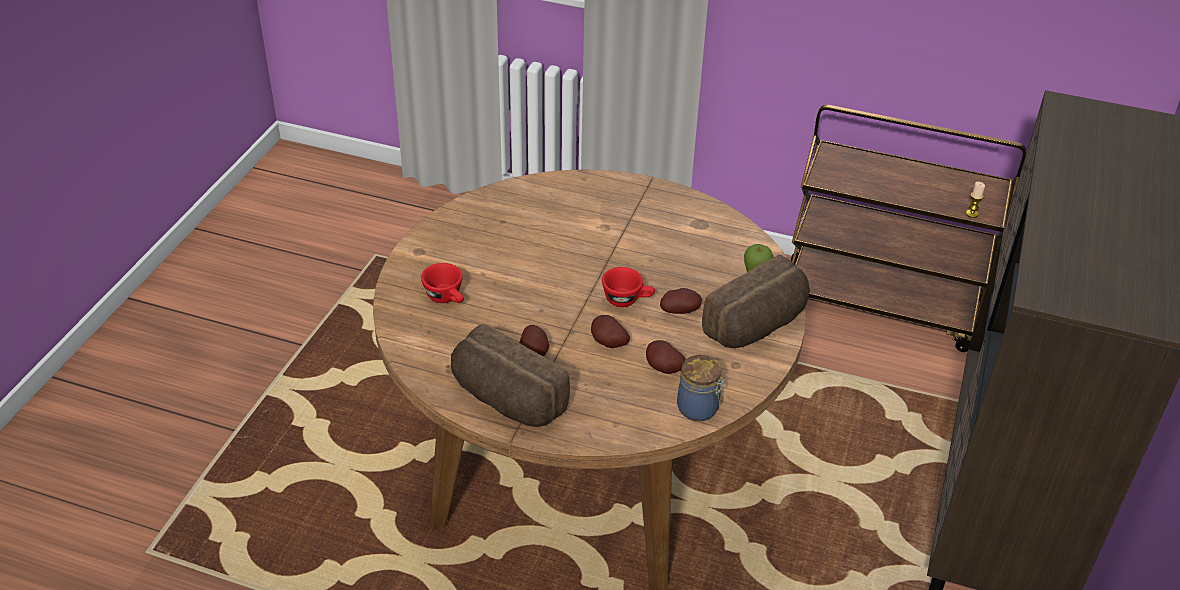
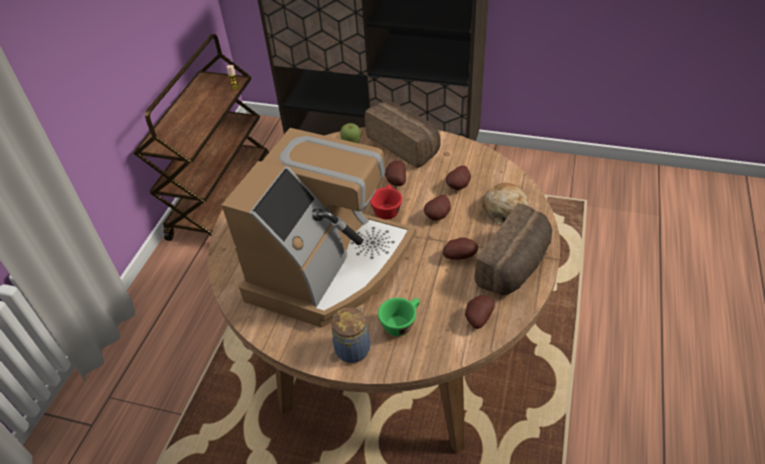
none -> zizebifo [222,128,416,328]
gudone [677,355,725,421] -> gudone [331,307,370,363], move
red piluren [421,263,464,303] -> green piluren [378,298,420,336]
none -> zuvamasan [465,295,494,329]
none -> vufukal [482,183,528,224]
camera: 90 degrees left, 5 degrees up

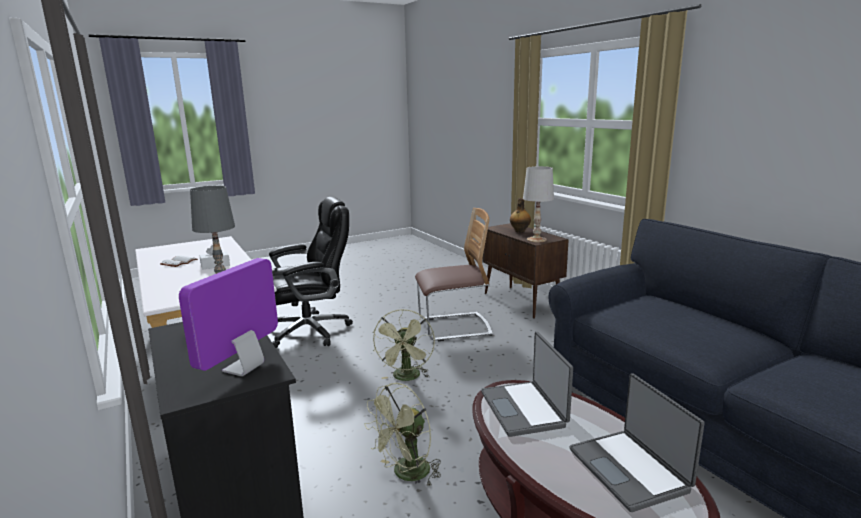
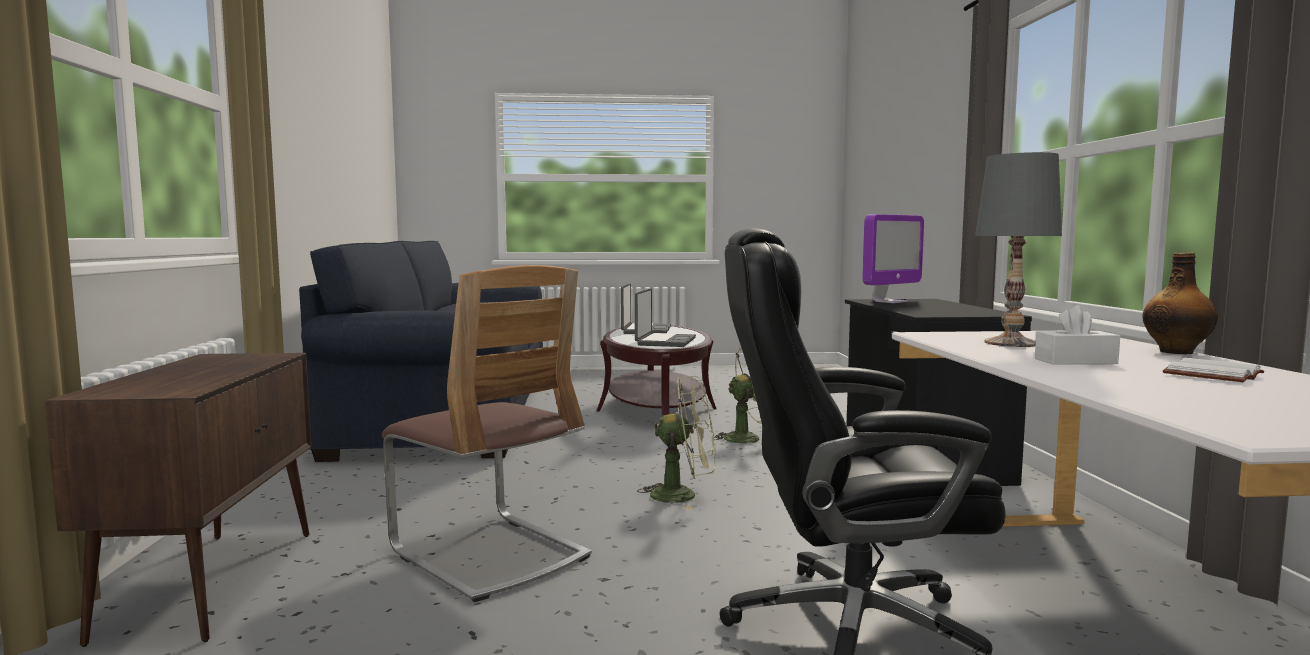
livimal [415,208,493,341] -> livimal [382,265,592,602], 150 degrees counterclockwise
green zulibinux [373,309,435,381] -> green zulibinux [637,376,716,510], 60 degrees clockwise
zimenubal [510,198,531,232] -> zimenubal [1142,252,1218,354], move
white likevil [523,166,554,242] -> none
camera: 155 degrees left, 10 degrees down

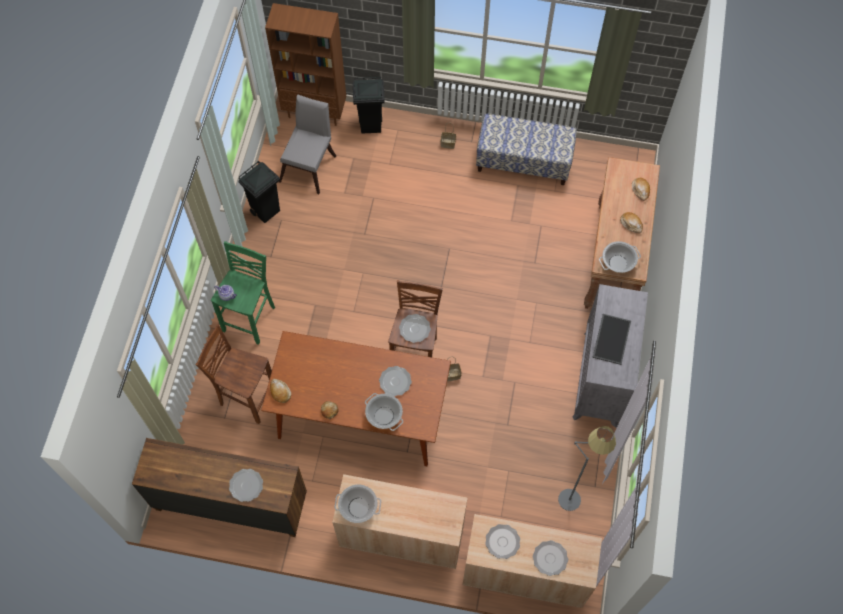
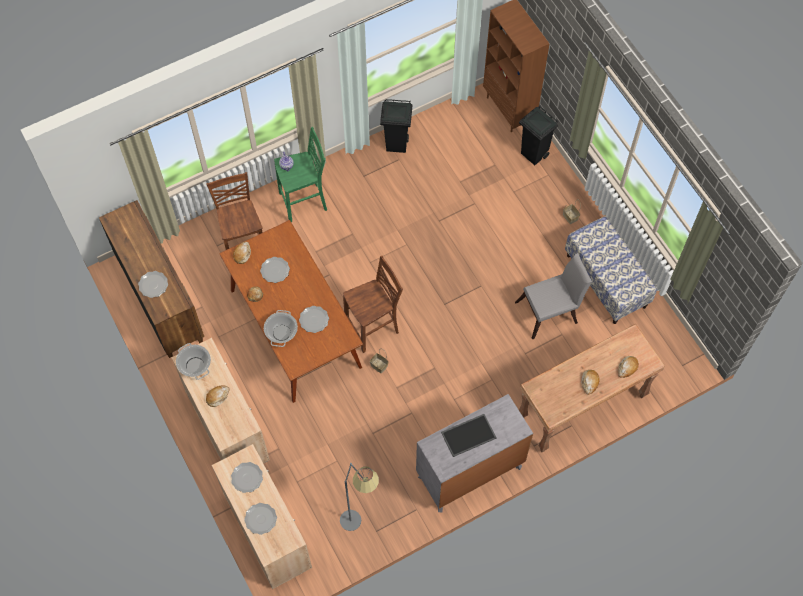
none -> vufukal [206,385,230,407]
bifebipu [399,314,431,343] -> bifebipu [260,257,290,283], move
grey livimal [279,94,336,194] -> grey livimal [515,253,592,339], move
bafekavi [599,241,641,273] -> none
camera: 50 degrees right, 0 degrees up

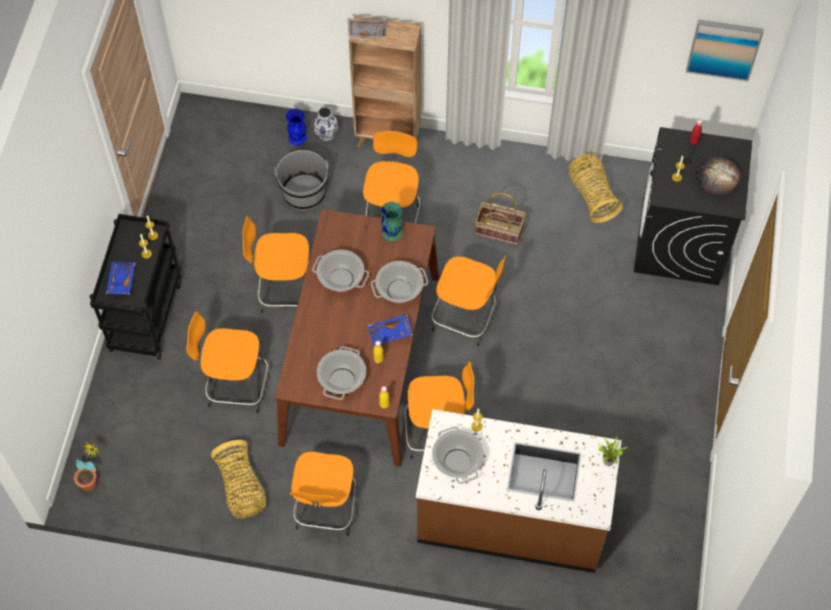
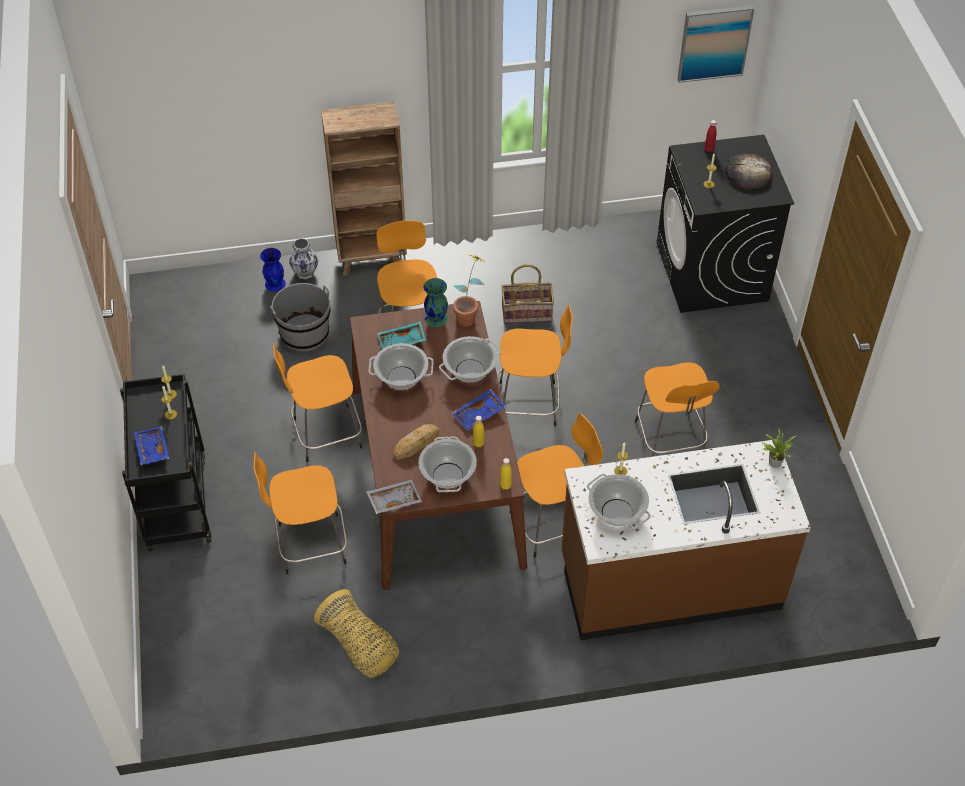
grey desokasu [348,18,387,38] -> grey desokasu [366,479,422,514], move
none -> turquoise desokasu [377,321,426,349]
none -> vufukal [393,424,439,460]
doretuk [74,443,101,492] -> doretuk [453,254,484,327], move
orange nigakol [290,452,357,536] -> orange nigakol [635,362,720,457], move
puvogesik [569,153,623,223] -> none
camera: 20 degrees left, 10 degrees down

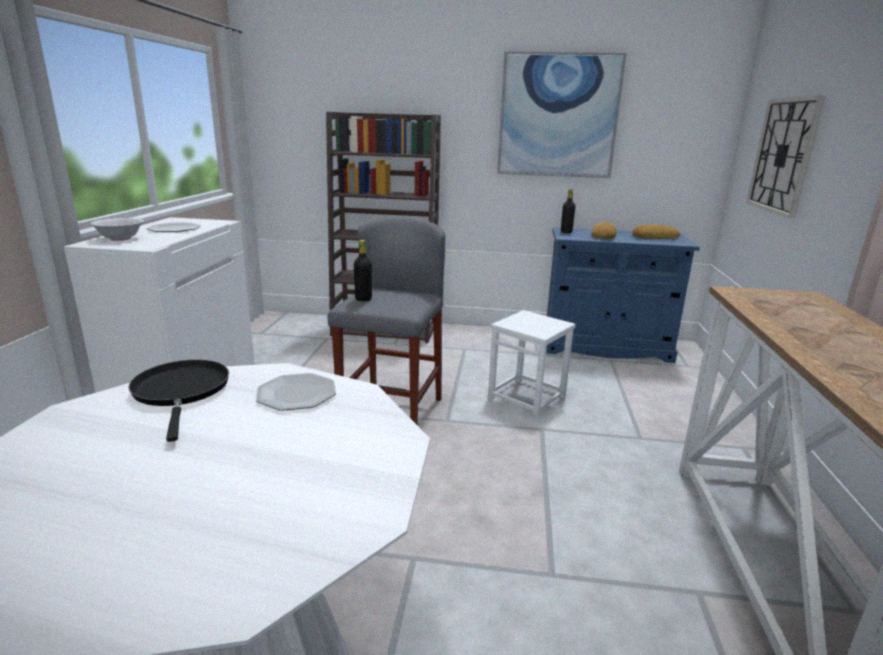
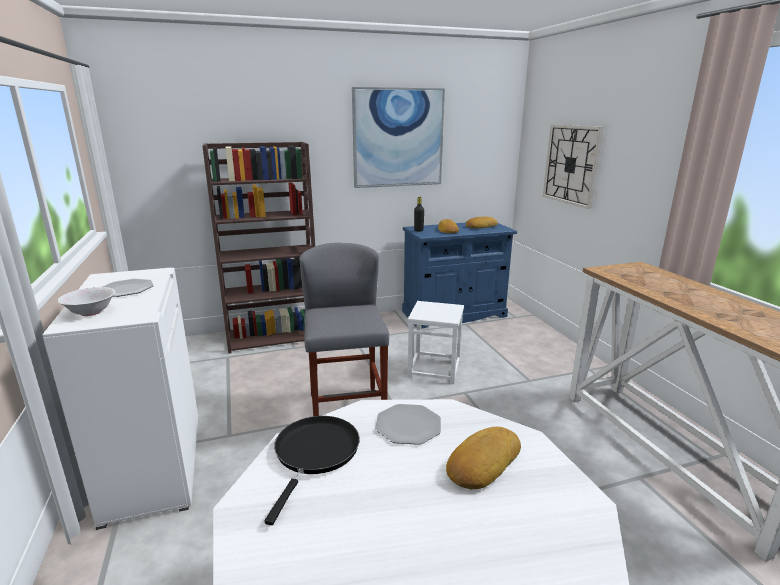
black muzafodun [128,360,229,442] -> black muzafodun [264,416,360,525], 60 degrees clockwise
none -> vufukal [446,427,521,489]
black zimenubal [354,240,372,301] -> none
camera: 25 degrees left, 0 degrees up

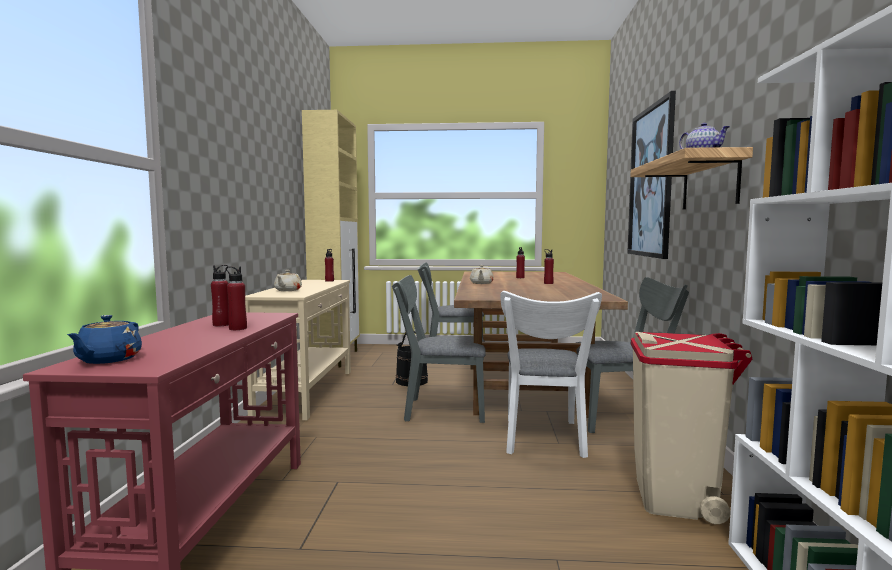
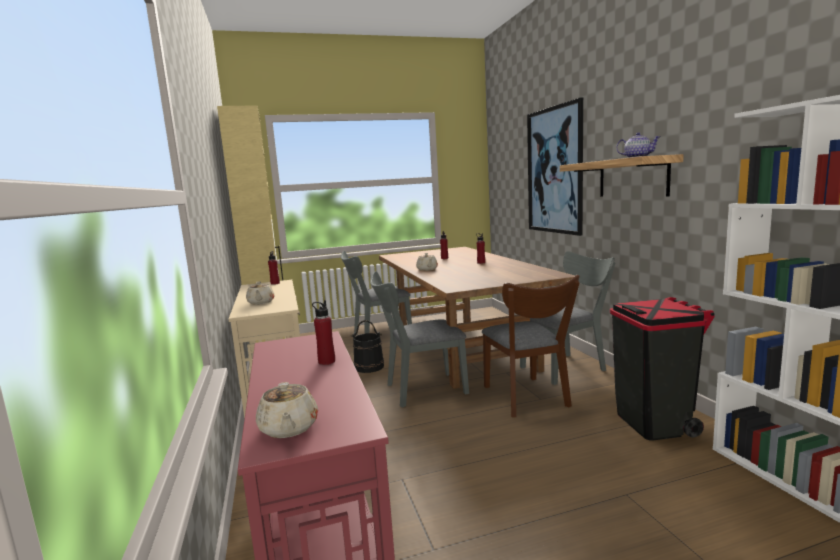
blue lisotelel [67,315,142,364] -> beige lisotelel [256,382,318,438]
white livimal [500,291,602,458] -> brown livimal [482,275,580,417]
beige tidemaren [631,332,753,524] -> black tidemaren [610,297,715,441]
red zimenubal [211,265,229,326] -> none
camera: 20 degrees left, 5 degrees up

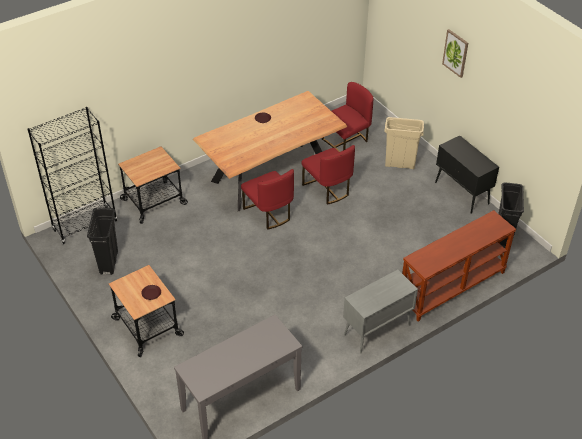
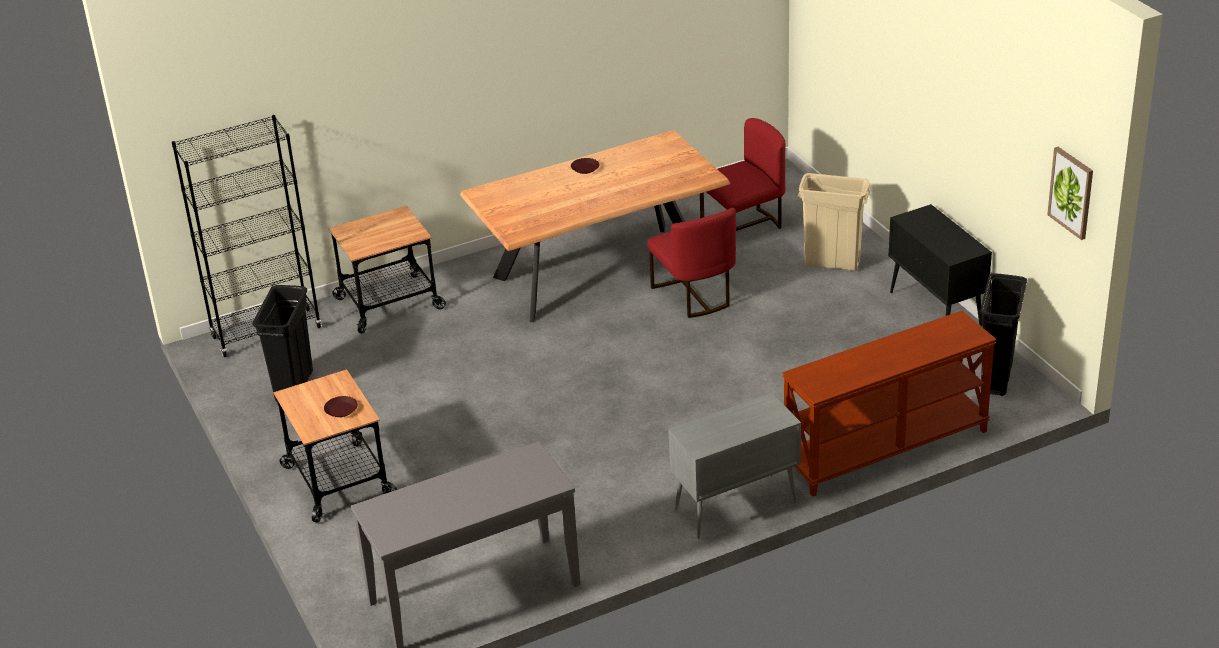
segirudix [442,29,468,78] -> segirudix [1047,147,1093,240], move
red livimal [241,169,294,230] -> none
camera: 10 degrees right, 10 degrees down

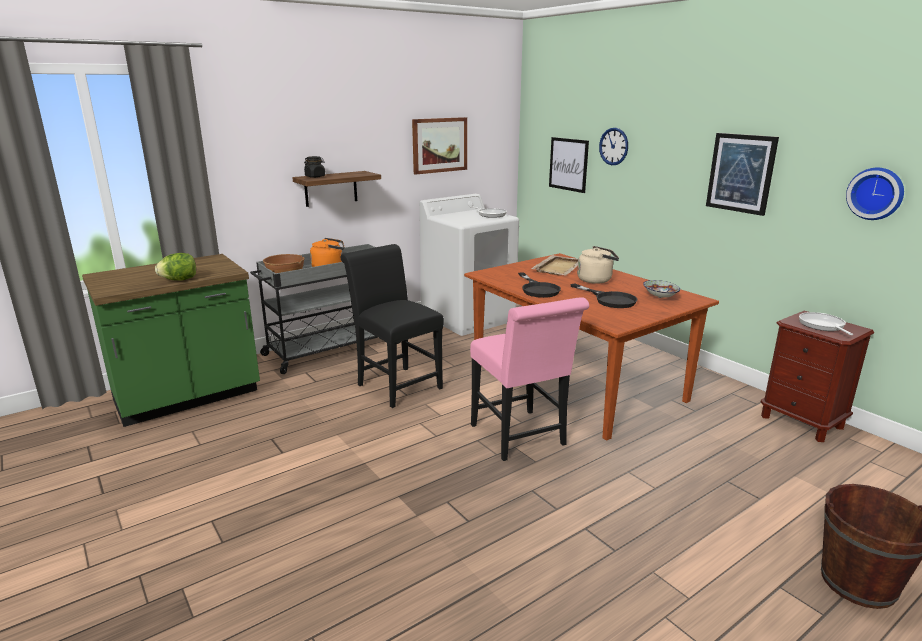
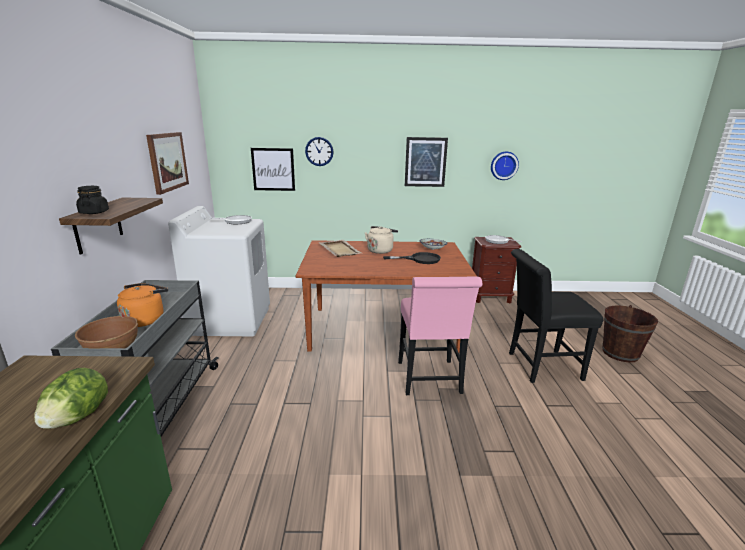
pink livimal [470,297,589,461] -> pink livimal [398,277,482,395], 75 degrees clockwise
black livimal [340,244,444,408] -> black livimal [509,249,603,383], move
black muzafodun [518,272,561,298] -> none
camera: 55 degrees left, 0 degrees up

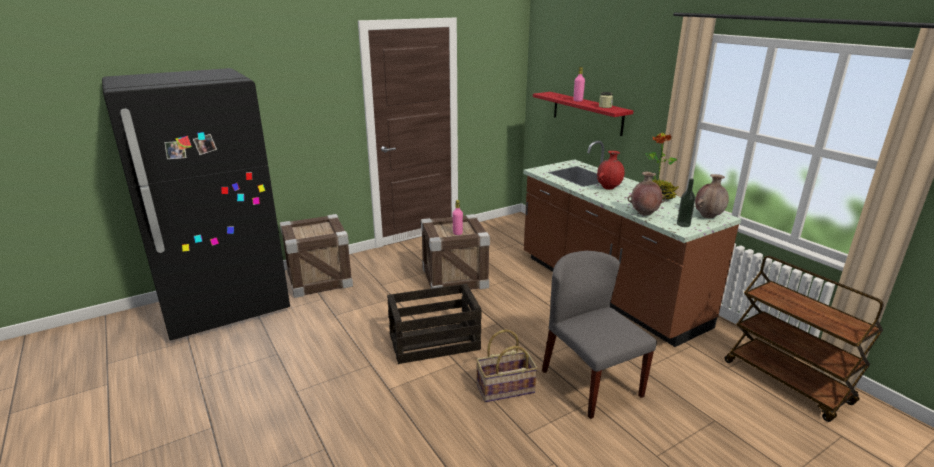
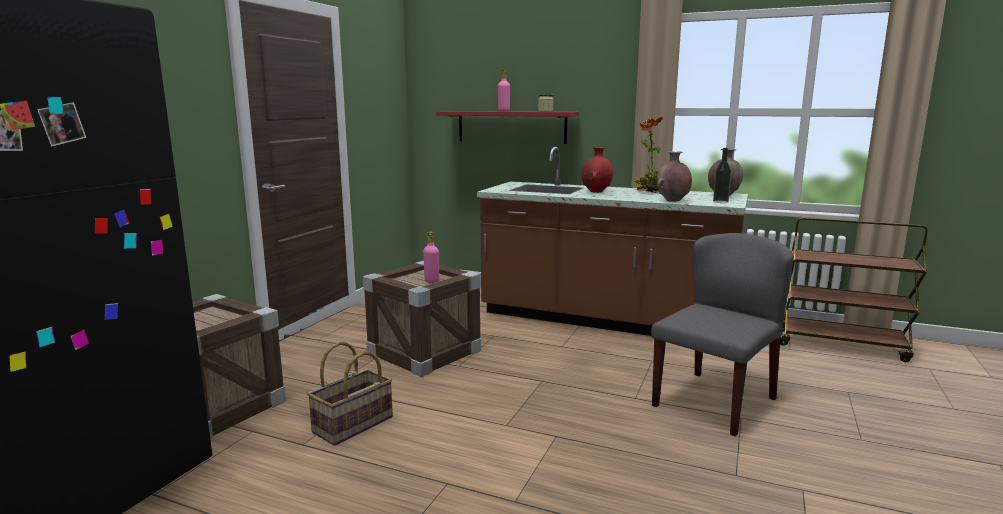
puvogesik [476,329,538,402] -> puvogesik [307,342,393,446], move
grey livimal [542,251,657,419] -> grey livimal [651,233,793,437], 105 degrees clockwise
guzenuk [387,284,481,364] -> none
camera: 35 degrees left, 10 degrees down

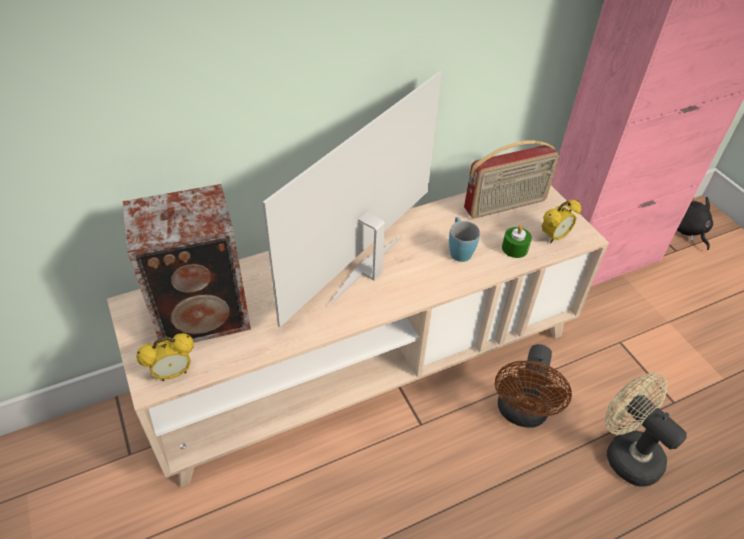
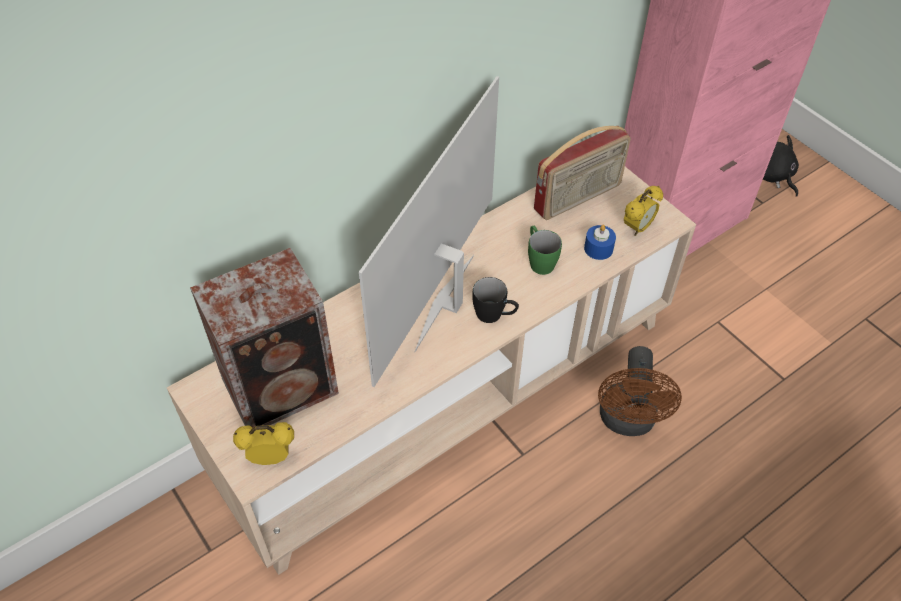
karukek [136,333,194,381] -> karukek [233,422,294,465], 150 degrees counterclockwise
none -> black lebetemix [472,277,519,323]
blue lebetemix [449,217,480,262] -> green lebetemix [528,225,562,275]
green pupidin [502,225,532,258] -> blue pupidin [584,225,616,260]
beige zulibinux [605,373,687,487] -> none
camera: 10 degrees left, 5 degrees up

